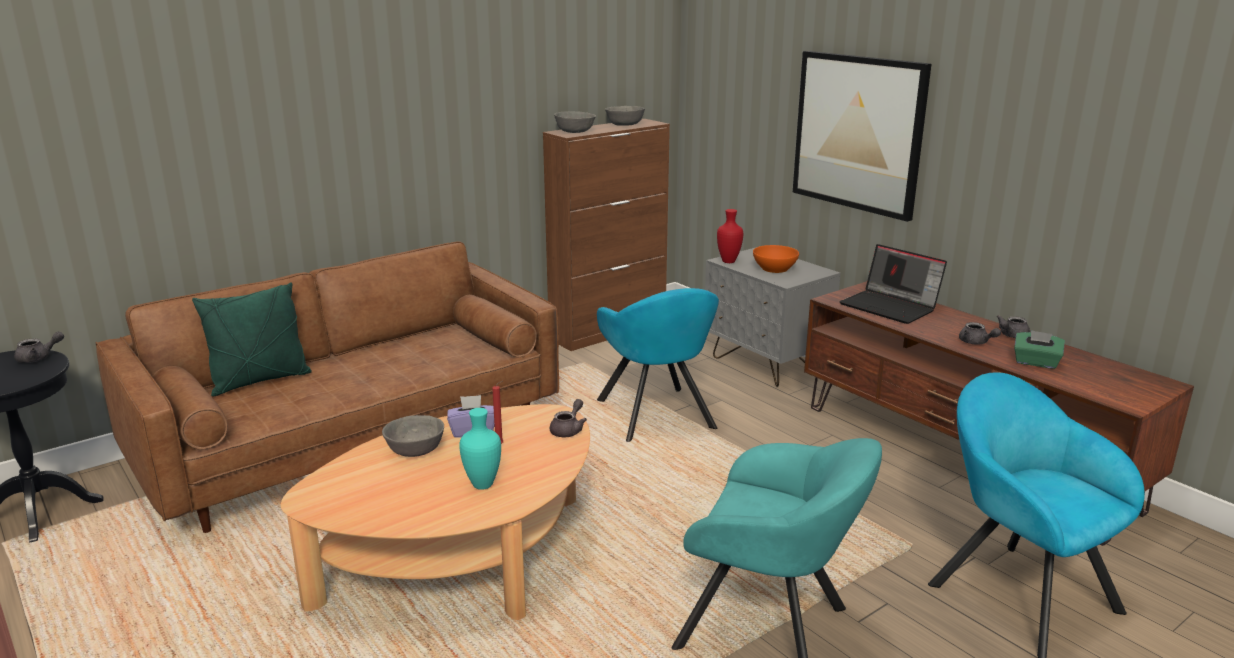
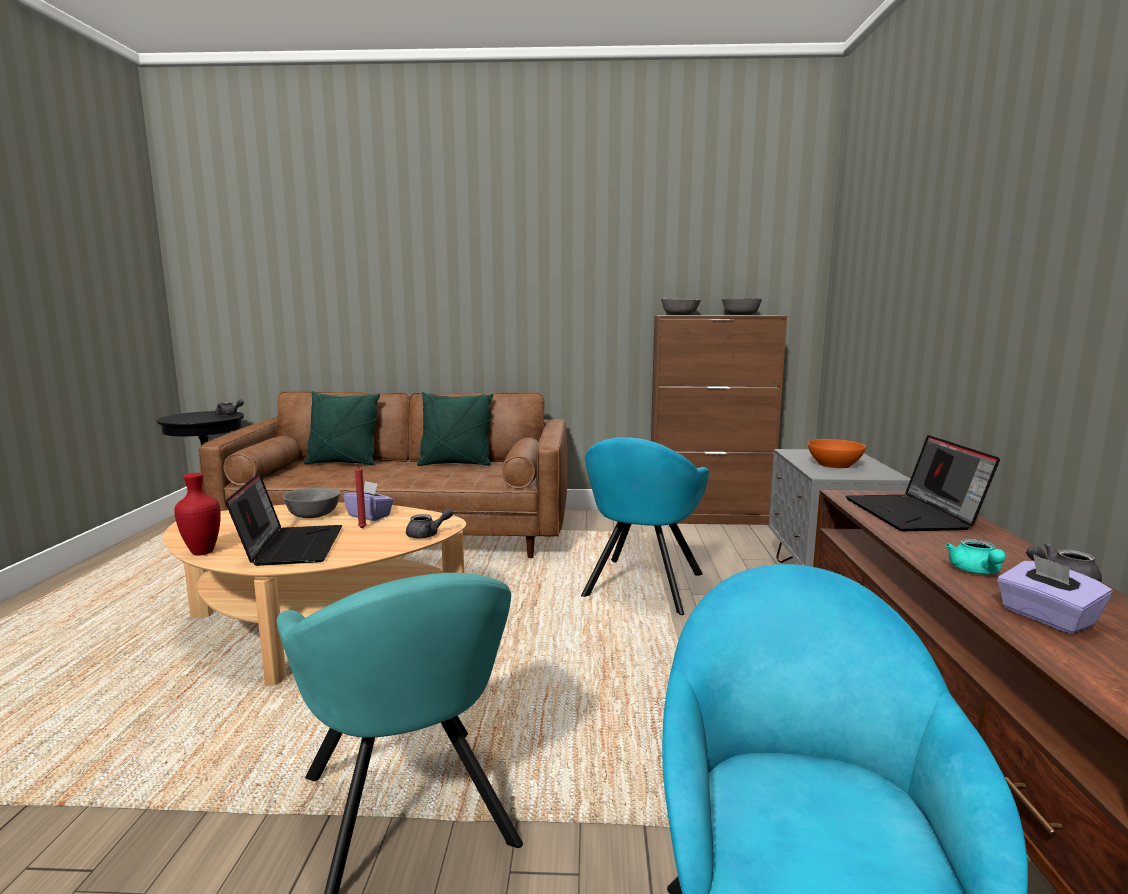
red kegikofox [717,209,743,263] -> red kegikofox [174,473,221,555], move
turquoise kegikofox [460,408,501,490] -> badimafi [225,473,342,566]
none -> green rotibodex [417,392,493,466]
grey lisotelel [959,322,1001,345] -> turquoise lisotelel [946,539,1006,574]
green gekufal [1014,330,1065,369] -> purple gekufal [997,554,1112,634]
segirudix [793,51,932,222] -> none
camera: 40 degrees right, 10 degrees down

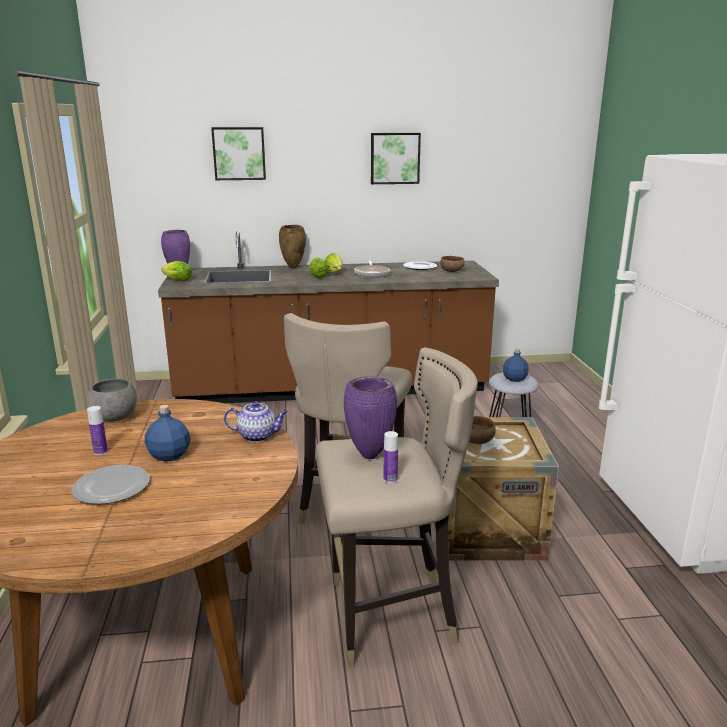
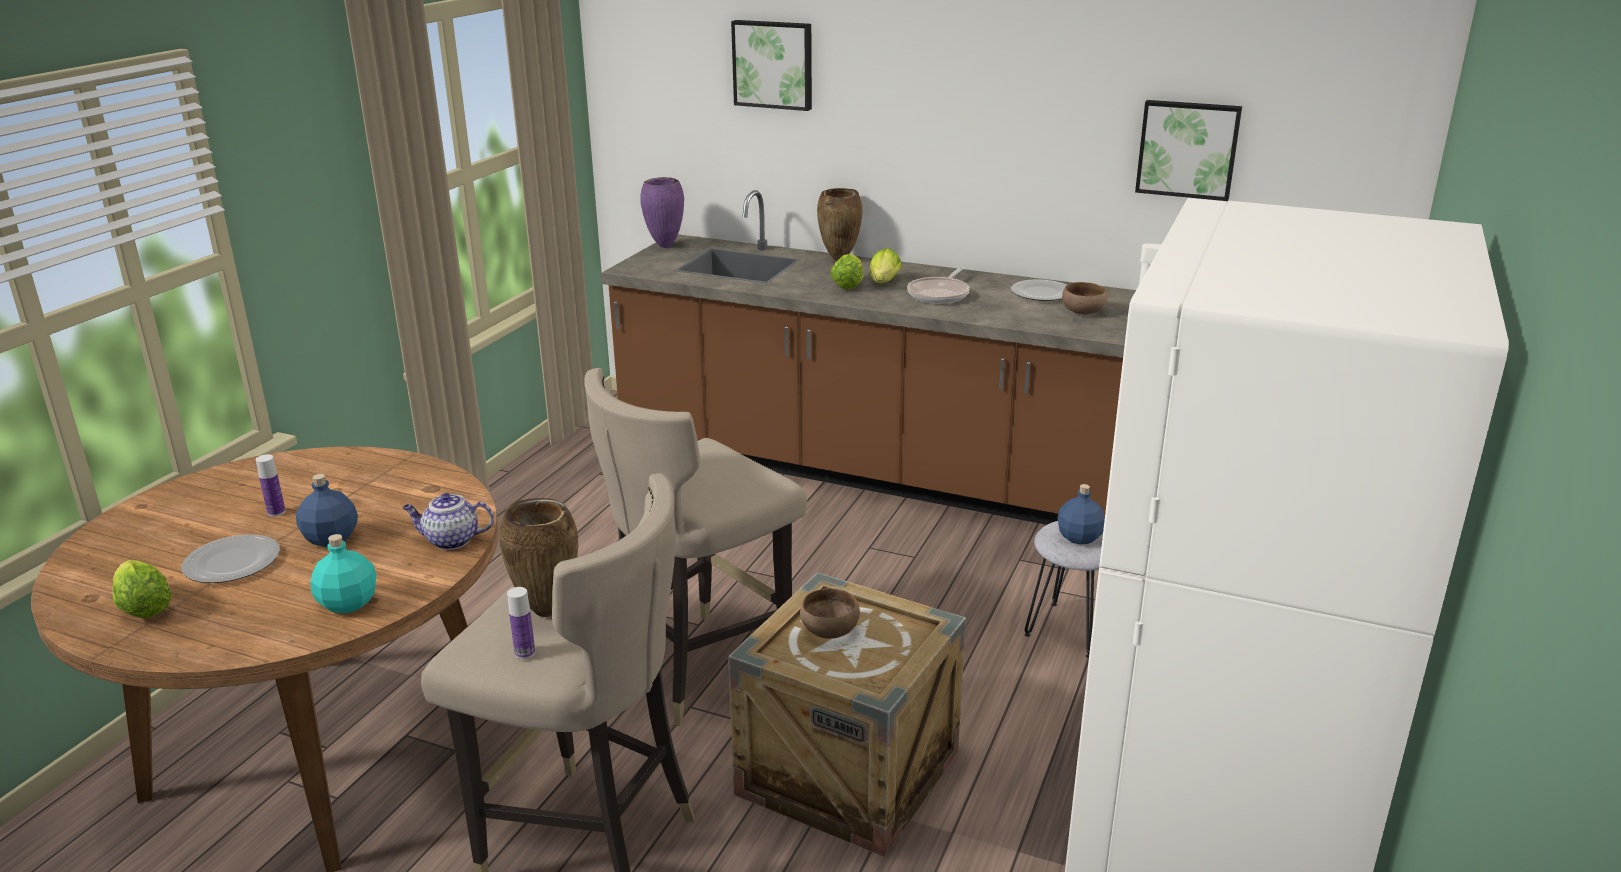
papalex [161,261,192,281] -> papalex [112,560,173,618], move
none -> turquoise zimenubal [311,534,377,613]
lisotelel [224,401,288,442] -> lisotelel [402,493,494,550], 150 degrees clockwise
purple kegikofox [344,377,397,459] -> brown kegikofox [499,498,578,617]
segirudix [371,133,421,184] -> segirudix [1135,100,1242,201], move
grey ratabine [87,378,137,422] -> none
camera: 30 degrees right, 5 degrees up

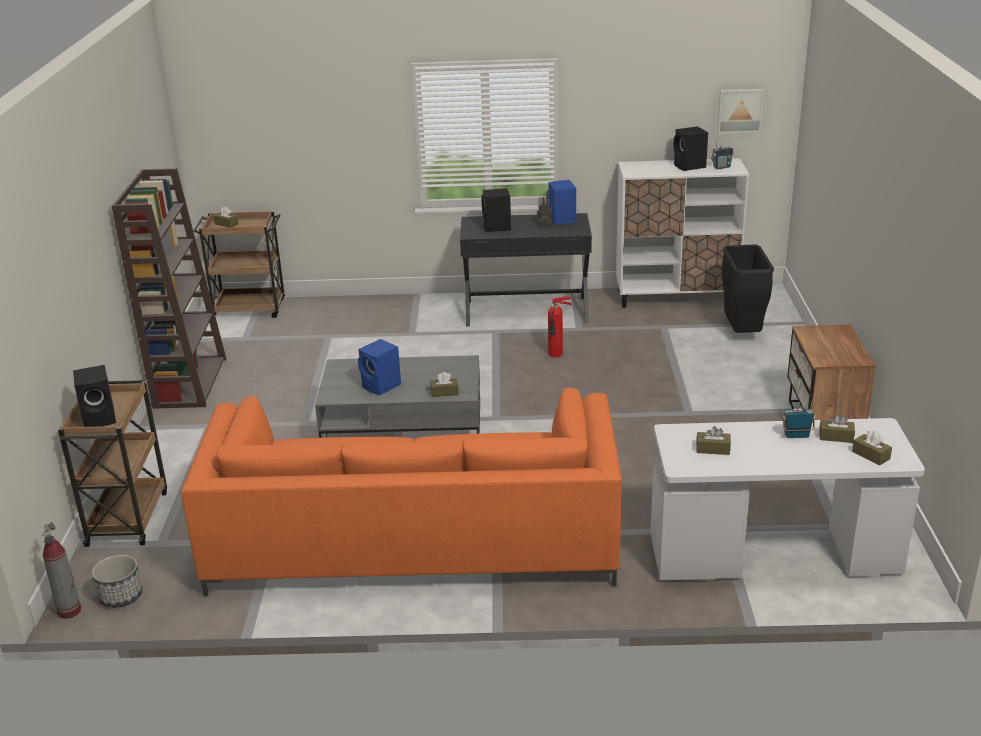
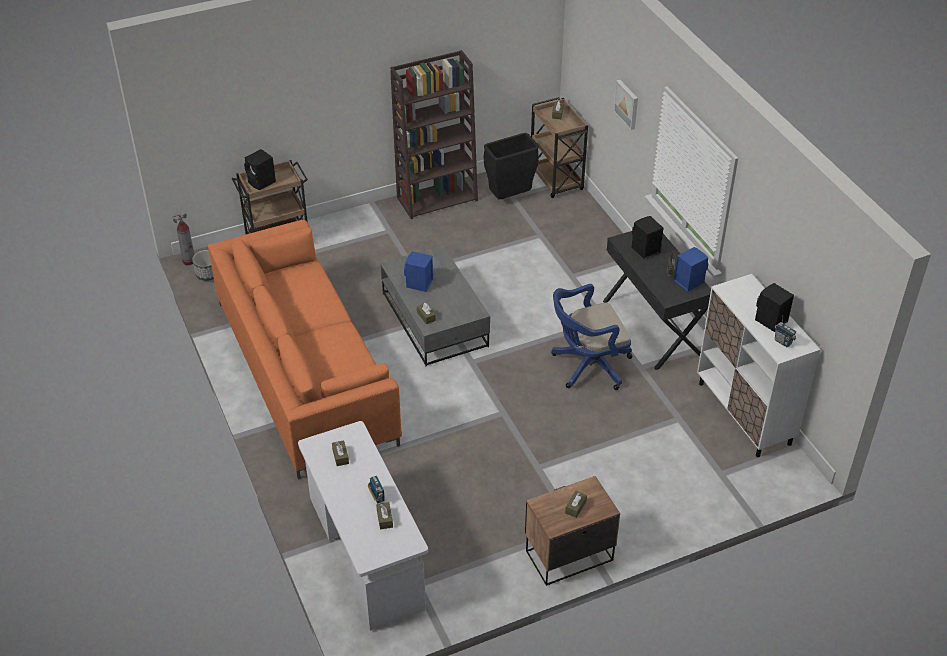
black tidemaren [722,244,774,333] -> black tidemaren [484,133,539,199], move
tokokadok [548,296,572,357] -> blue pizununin [551,284,632,390]
brown gekufal [852,431,892,465] -> brown gekufal [565,491,587,518], move
segirudix [717,89,764,134] -> segirudix [613,80,638,130], move
camera: 65 degrees right, 15 degrees up

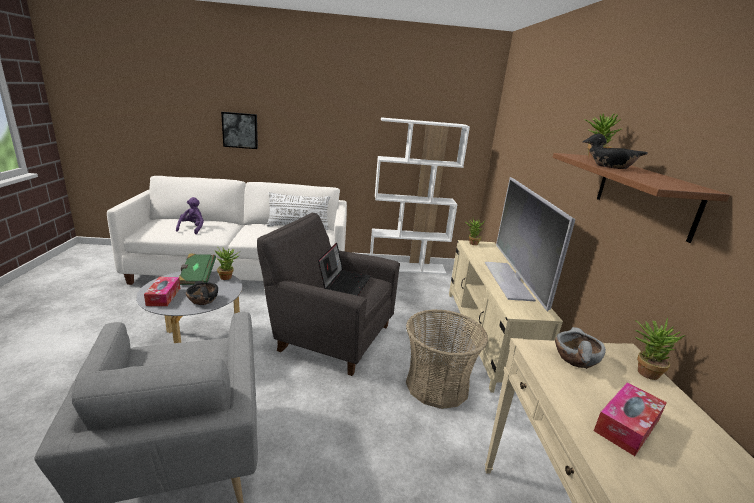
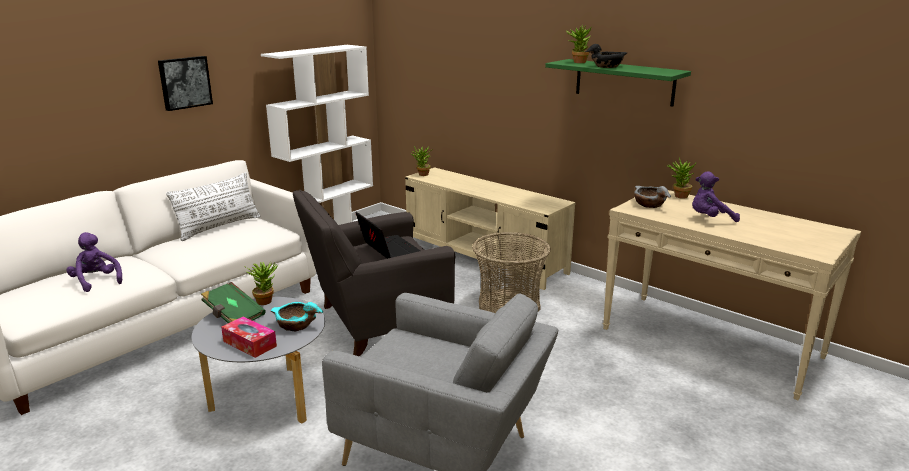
segirudix [221,112,258,149] -> segirudix [158,56,213,111], move
black ratabine [186,281,218,305] -> turquoise ratabine [271,302,323,331]
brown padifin [552,153,730,243] -> green padifin [545,59,691,107]
gekufal [594,382,667,456] -> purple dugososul [692,171,740,222]
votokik [485,177,575,311] -> none
camera: 45 degrees left, 0 degrees up

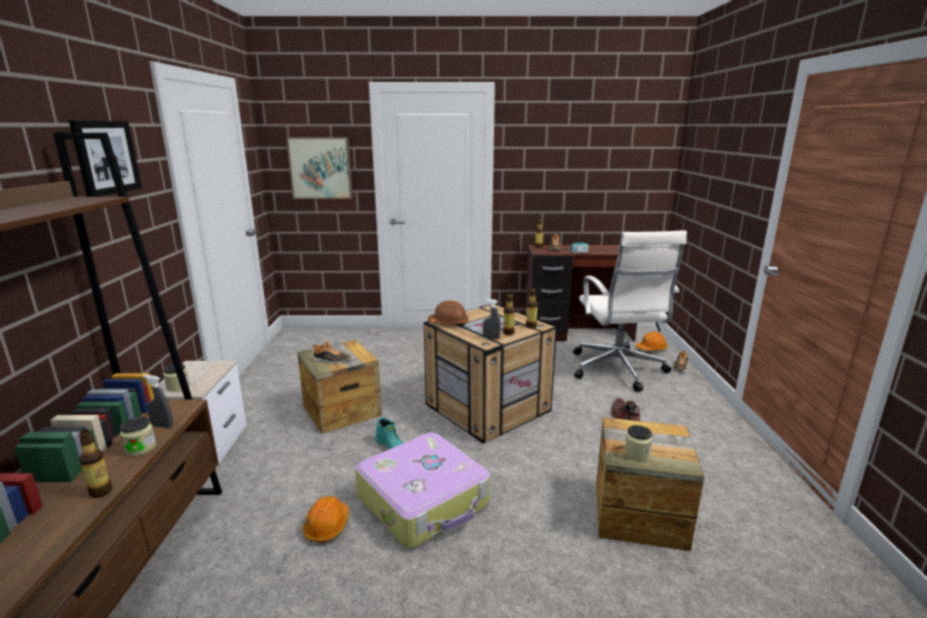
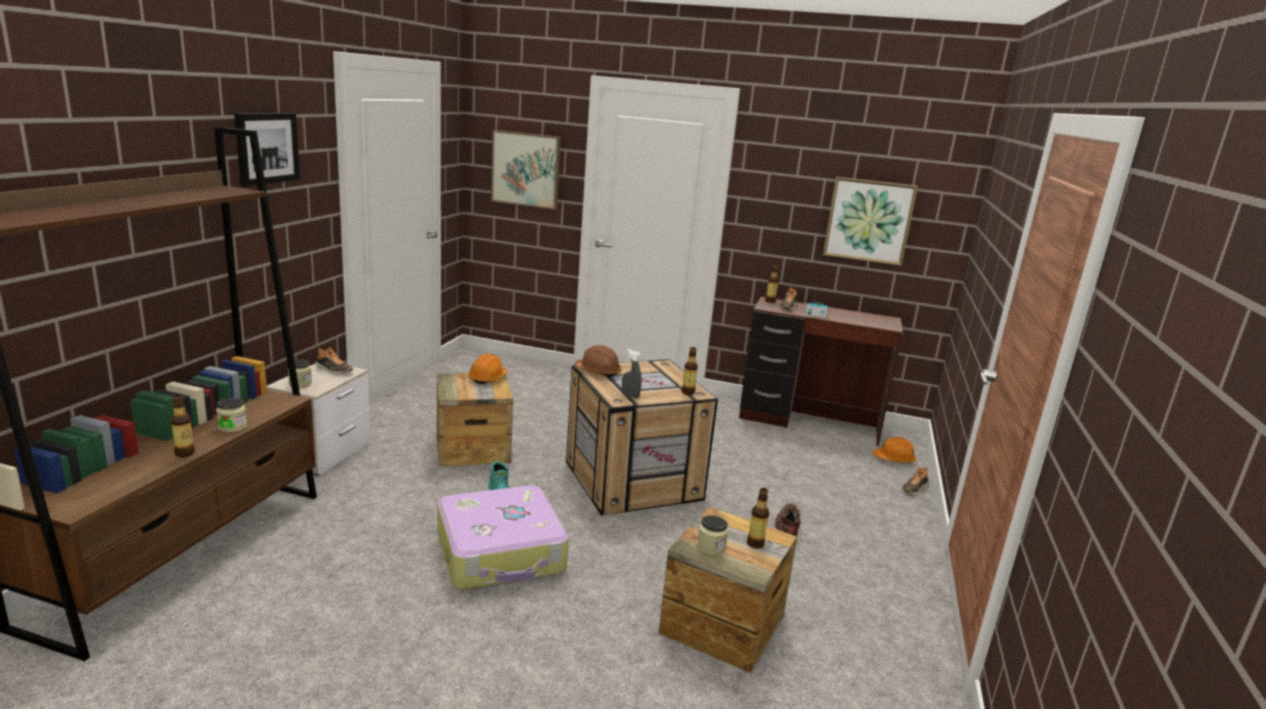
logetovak [312,342,351,364] -> logetovak [315,347,353,374], move
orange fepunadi [303,496,349,542] -> orange fepunadi [468,354,508,384], move
zimenubal [503,293,515,335] -> zimenubal [747,488,769,549], move
none -> segirudix [823,177,918,266]
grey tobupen [143,375,173,428] -> none
white pizununin [573,230,687,392] -> none
camera: 15 degrees right, 0 degrees up

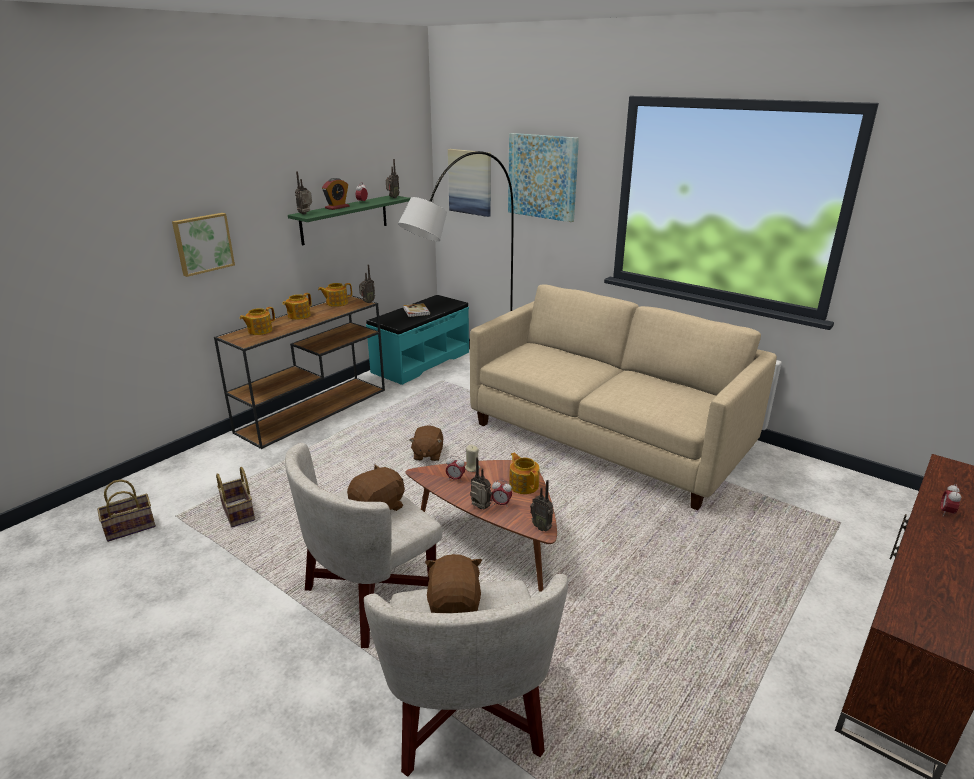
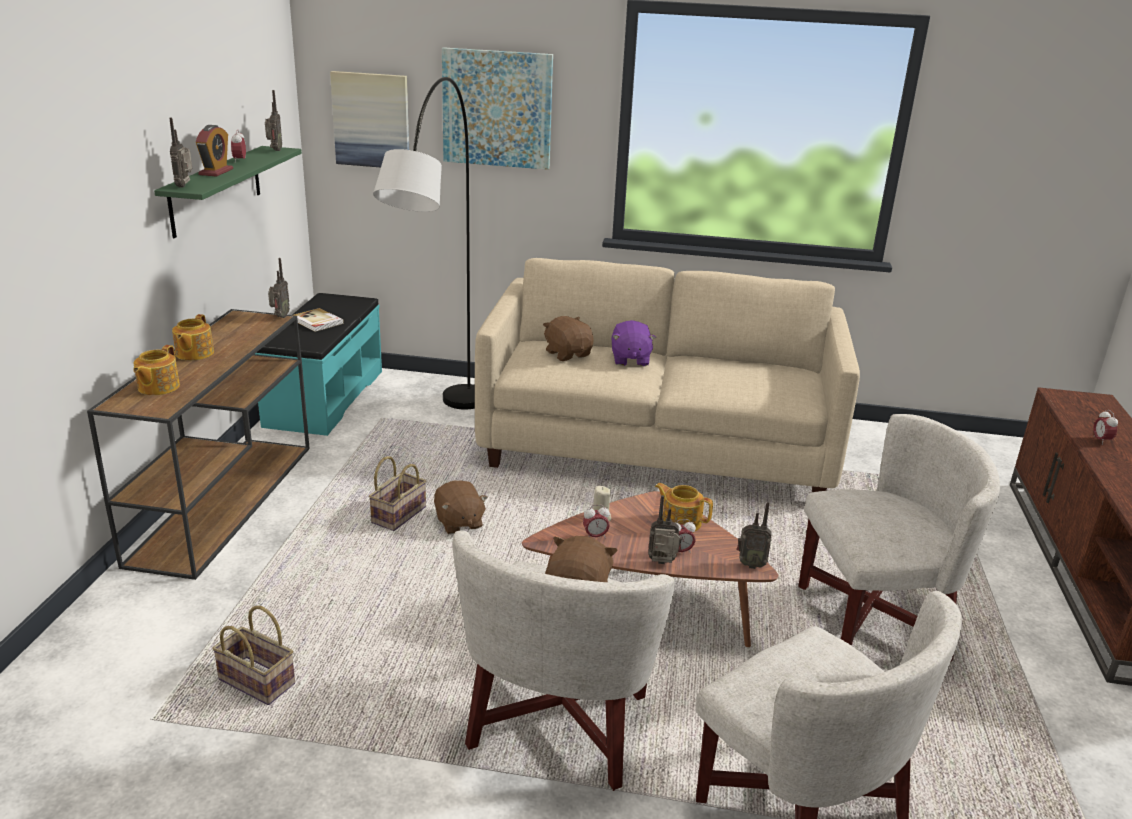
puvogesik [97,480,156,542] -> puvogesik [369,456,426,531], move
brown dugososul [425,554,482,613] -> brown dugososul [543,316,594,361], move
none -> purple dugososul [612,320,656,366]
none -> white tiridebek [798,414,1000,662]
segirudix [172,213,235,277] -> none
lisotelel [318,283,352,307] -> none
camera: 30 degrees left, 0 degrees up

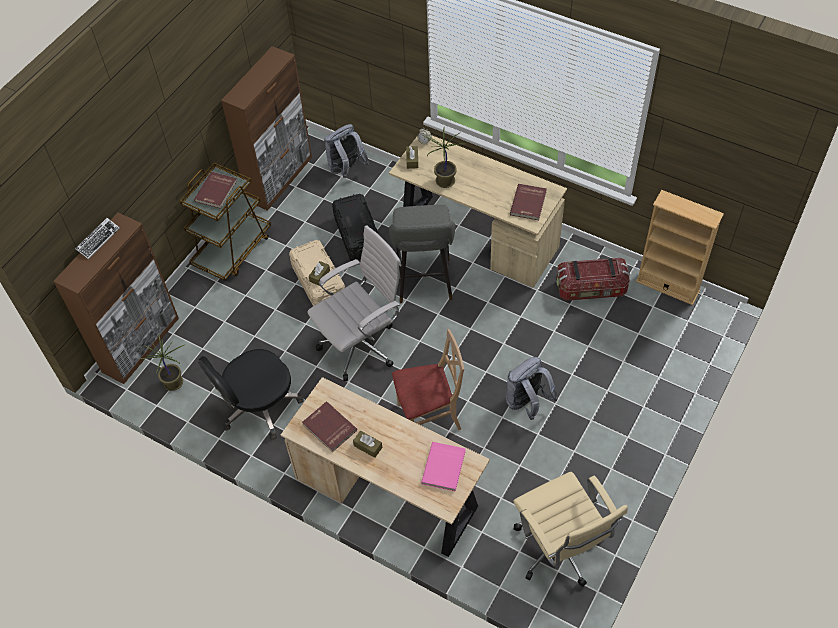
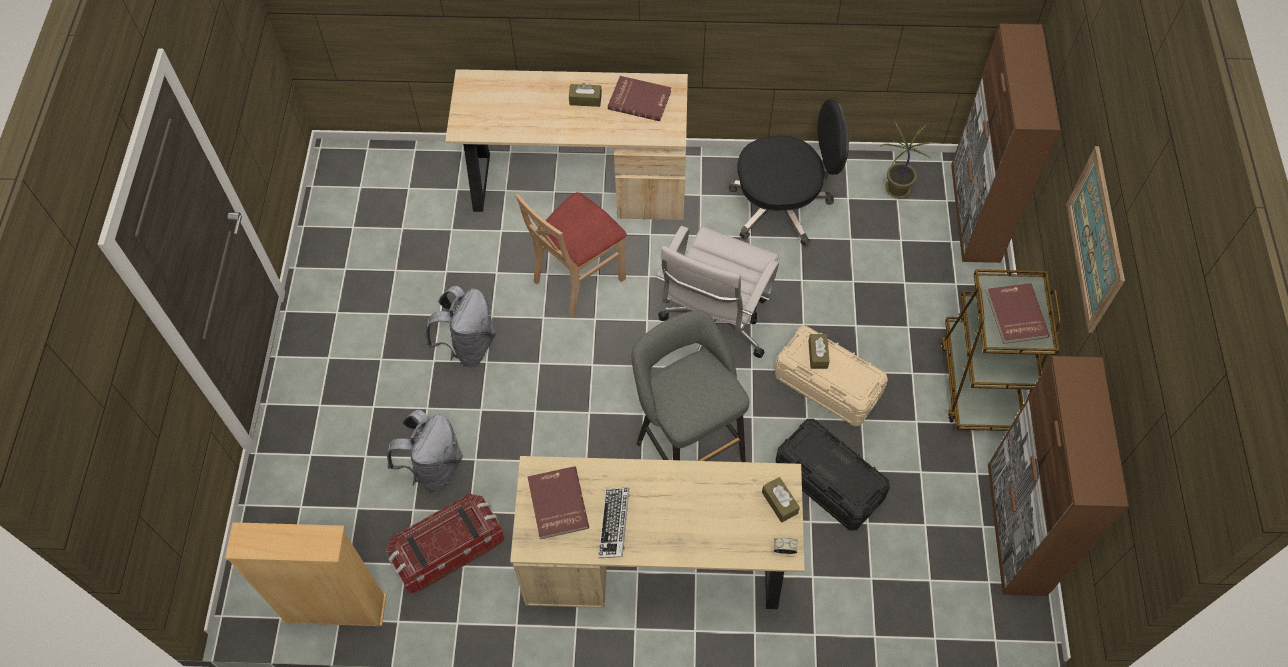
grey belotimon [324,124,370,178] -> grey belotimon [387,410,463,493], move
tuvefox [75,218,120,260] -> tuvefox [598,487,630,558], move
black pizununin [198,349,304,439] -> black pizununin [729,99,849,247], 60 degrees clockwise
none -> segirudix [1066,146,1125,333]
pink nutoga [421,442,466,492] -> none
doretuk [423,127,461,188] -> none
beige pizununin [513,472,628,587] -> none
camera: 150 degrees right, 5 degrees up

